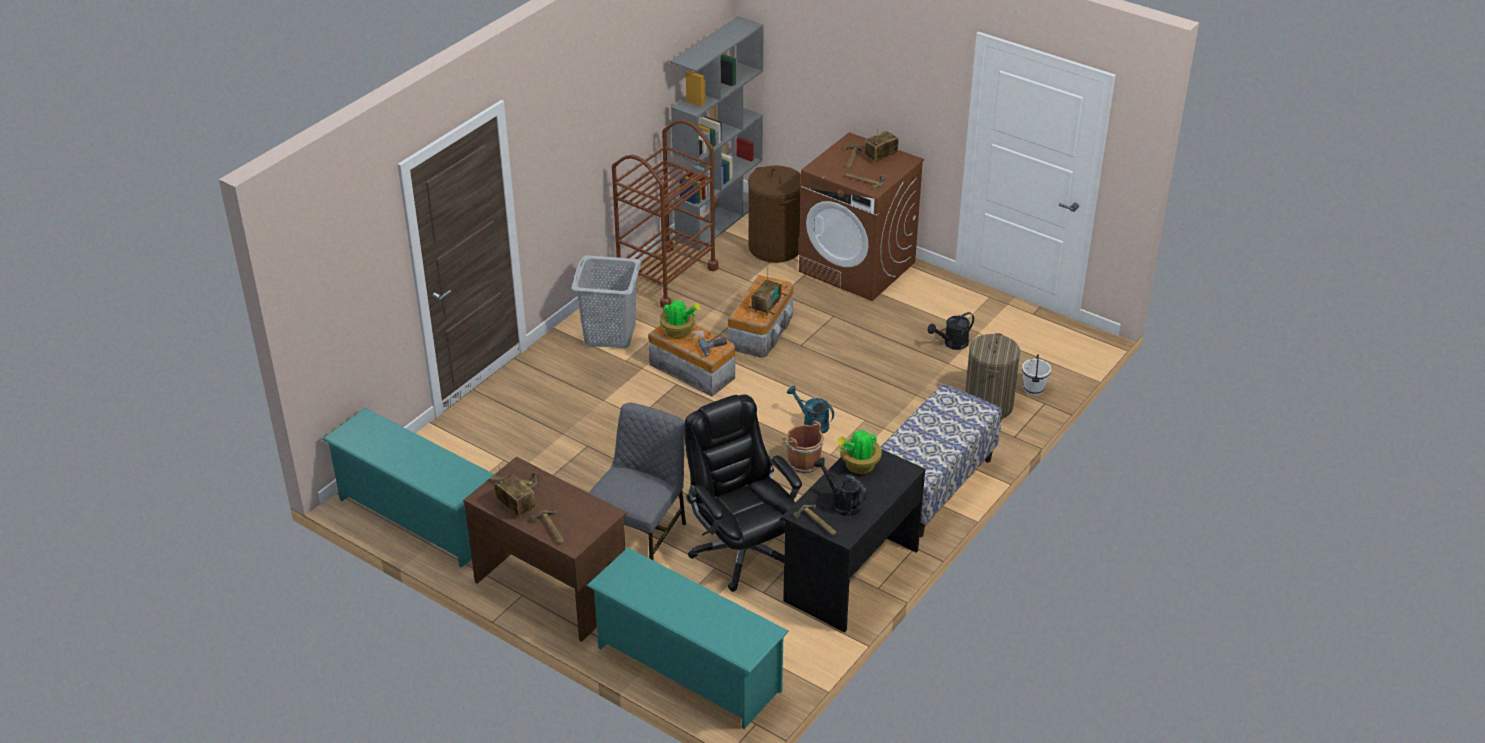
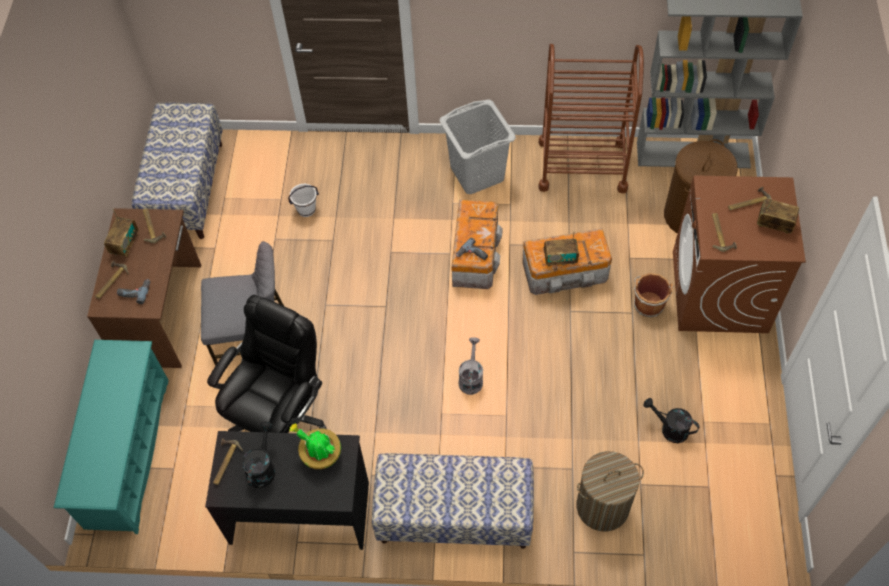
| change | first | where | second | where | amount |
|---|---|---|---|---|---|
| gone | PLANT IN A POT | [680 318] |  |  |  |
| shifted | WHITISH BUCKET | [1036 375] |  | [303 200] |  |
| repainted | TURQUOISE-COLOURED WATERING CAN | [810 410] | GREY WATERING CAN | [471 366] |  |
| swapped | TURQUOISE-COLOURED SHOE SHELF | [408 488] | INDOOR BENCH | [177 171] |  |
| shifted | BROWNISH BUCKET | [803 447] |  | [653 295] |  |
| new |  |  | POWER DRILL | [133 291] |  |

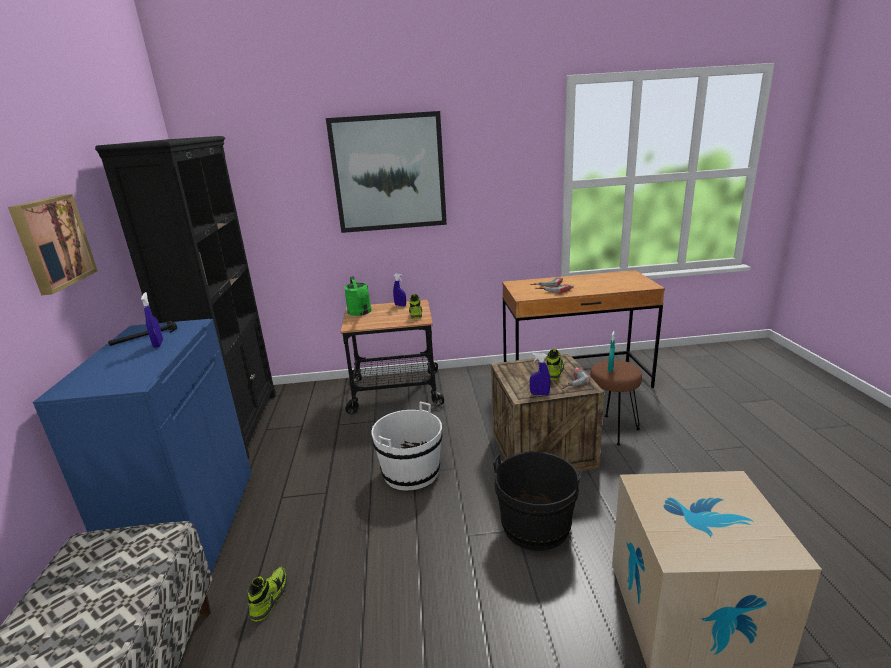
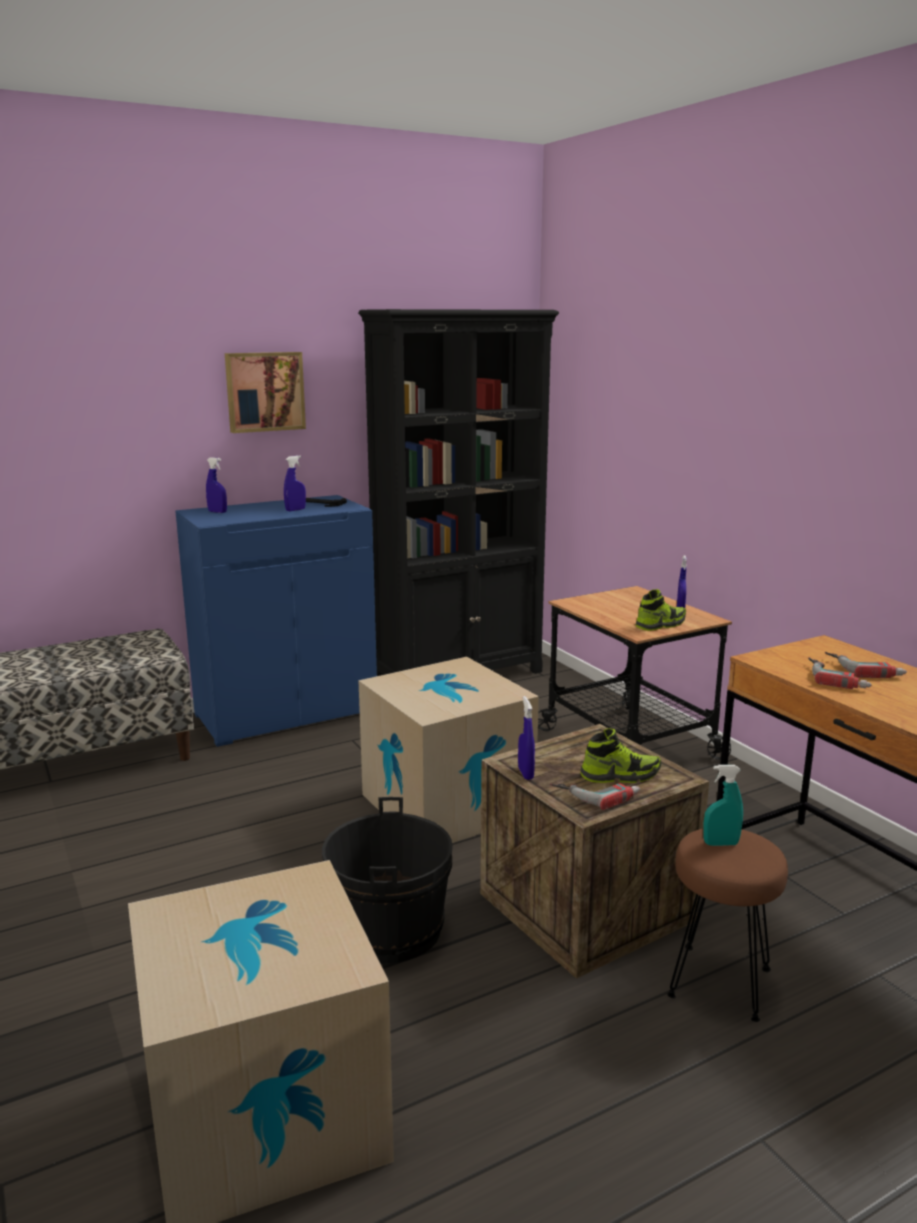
| change | first | where | second | where | amount |
|---|---|---|---|---|---|
| gone | WALL ART | [386 172] |  |  |  |
| gone | GREEN-COLOURED WATERING CAN | [358 296] |  |  |  |
| swapped | WHITISH BUCKET | [407 446] | PACKING BOX | [448 750] |  |
| gone | SHOE | [267 594] |  |  |  |
| new |  |  | BLUISH HAND SPRAYER | [216 485] |  |

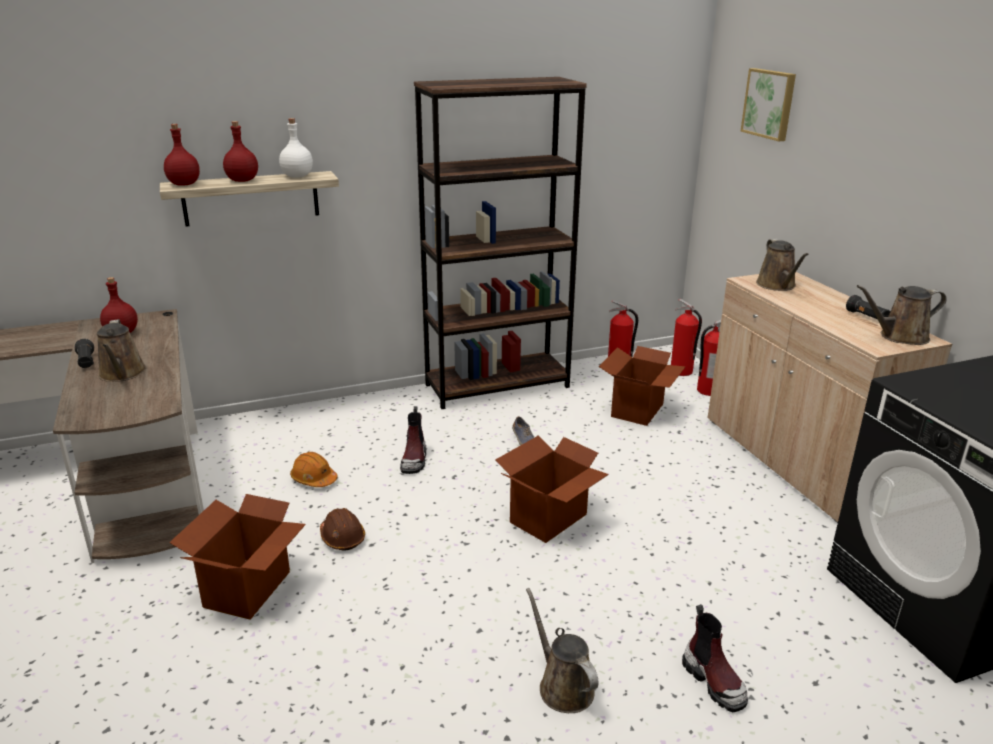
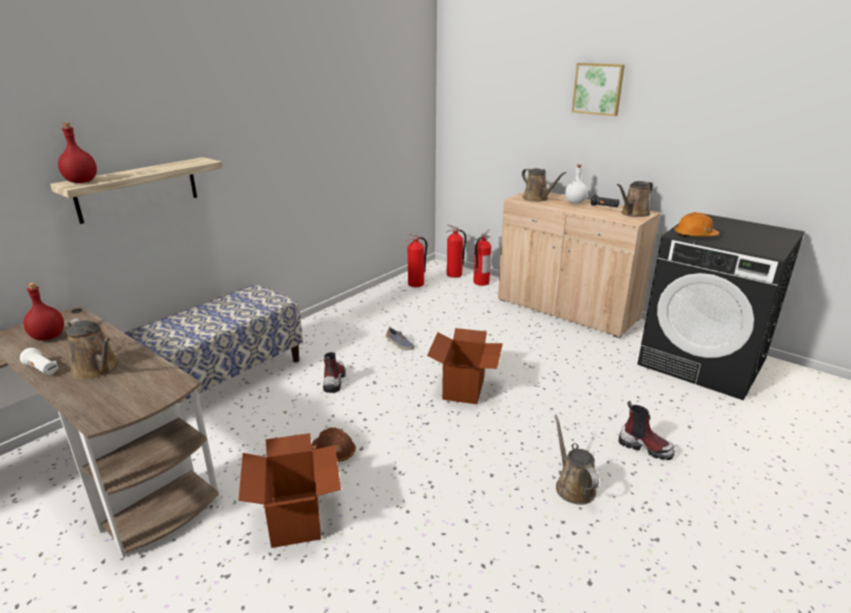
| change | first | where | second | where | amount |
|---|---|---|---|---|---|
| shifted | WALL ART | [768 104] |  | [598 89] |  |
| gone | BROWNISH BOOKSHELF | [500 243] |  |  |  |
| shifted | WHITISH BEVERAGE BOTTLE | [296 148] |  | [576 184] |  |
| gone | REDDISH BEVERAGE BOTTLE | [240 151] |  |  |  |
| repainted | BLACK FLASHLIGHT | [84 353] | WHITISH FLASHLIGHT | [39 361] |  |
| gone | PACKING BOX | [642 386] |  |  |  |
| rotated | HIGH-TOP BOOT | [413 440] |  | [334 372] | 150 degrees counterclockwise |
| shifted | ORANGE-COLOURED WORK HELMET | [314 469] |  | [696 224] |  |
| rotated | BROWNISH WATERING CAN | [562 650] |  | [576 460] | 45 degrees clockwise |
| new |  |  | INDOOR BENCH | [214 343] |  |

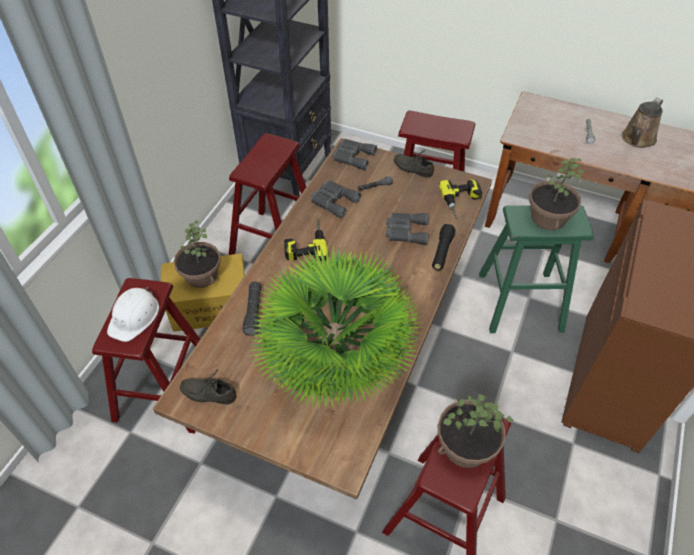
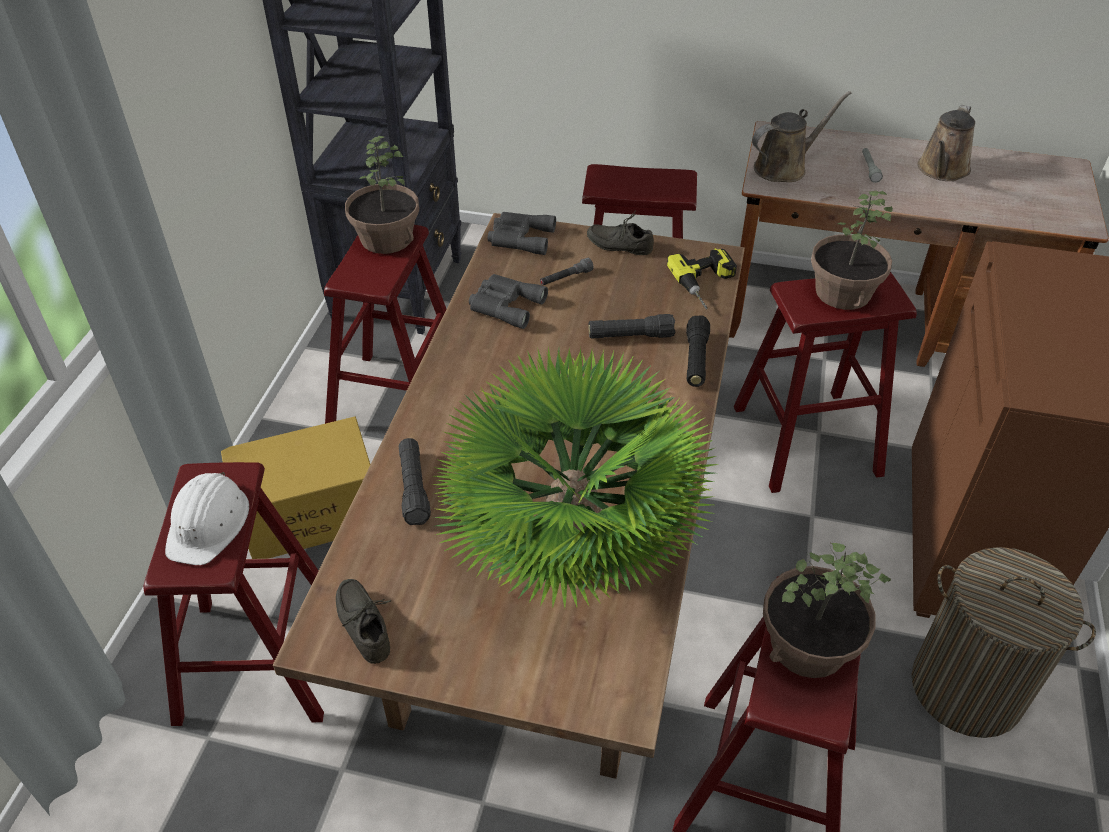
| change | first | where | second | where | amount |
|---|---|---|---|---|---|
| repainted | GREEN-COLOURED STOOL SEAT | [536 269] | REDDISH STOOL SEAT | [825 382] |  |
| swapped | GREY PAIR OF BINOCULARS | [407 229] | BLACK FLASHLIGHT | [632 326] |  |
| gone | POWER DRILL | [305 239] |  |  |  |
| shifted | PLANT IN A POT | [197 254] |  | [382 195] |  |
| rotated | GREY SHOE | [208 386] |  | [363 621] | 60 degrees clockwise |
| new |  |  | BROWNISH WATERING CAN | [801 136] |  |
| new |  |  | LAUNDRY BASKET | [1003 642] |  |

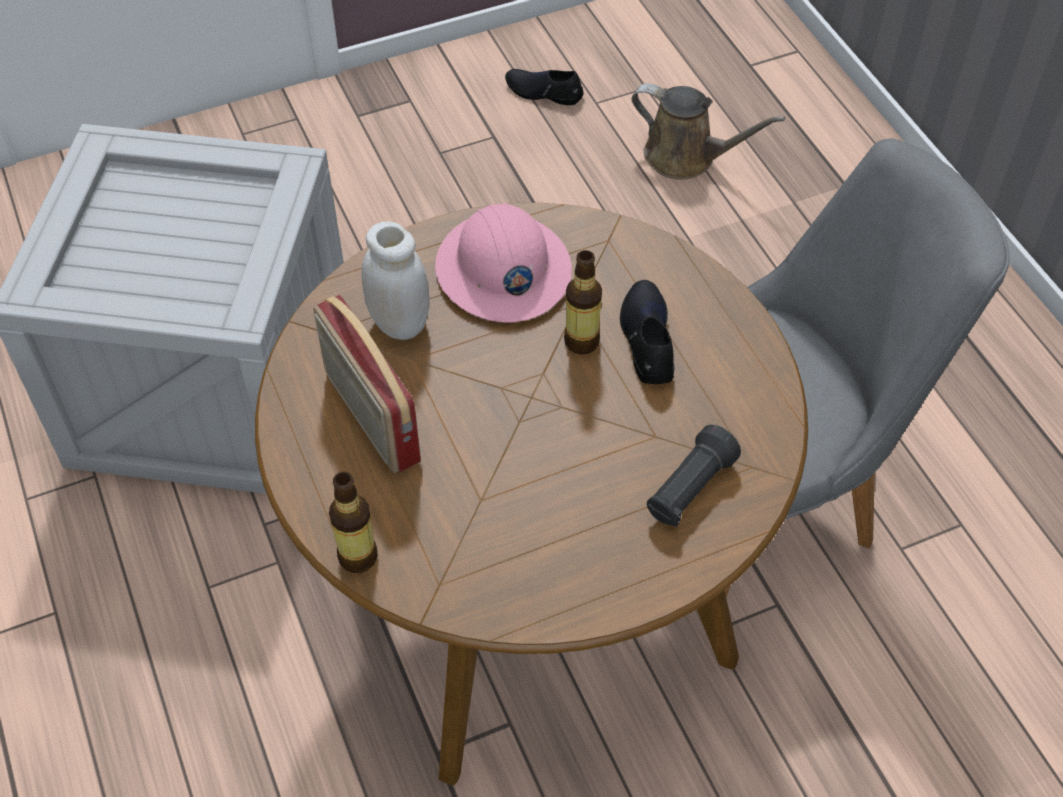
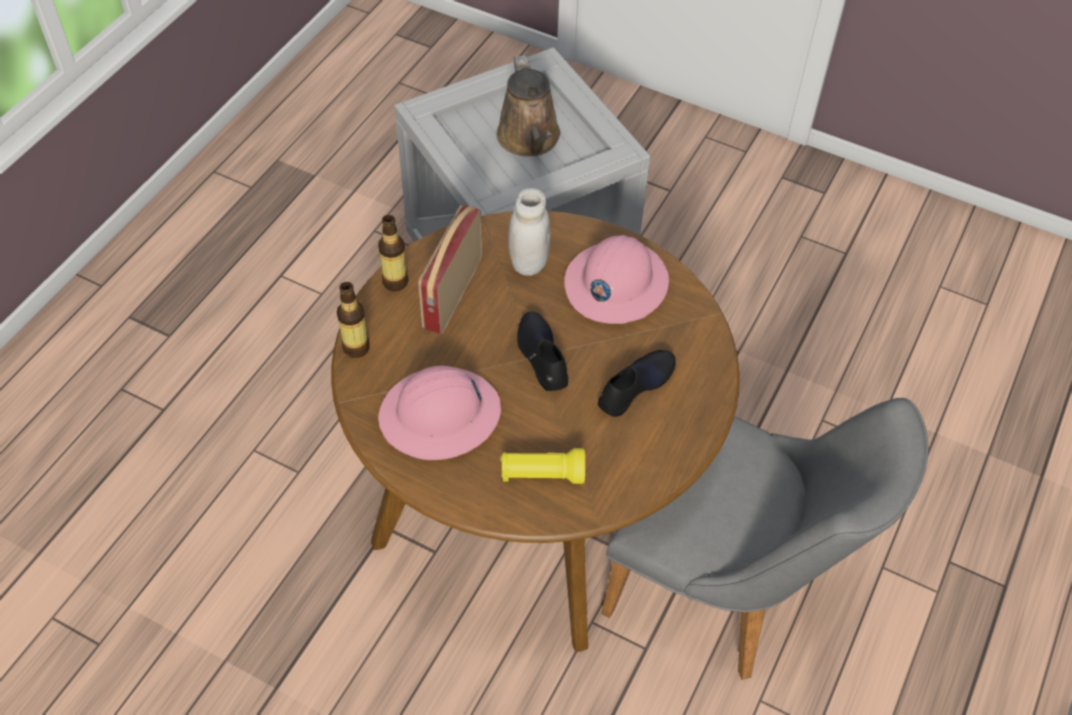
| change | first | where | second | where | amount |
|---|---|---|---|---|---|
| shifted | BLACK SHOE | [544 87] |  | [542 351] |  |
| shifted | BROWNISH WATERING CAN | [708 131] |  | [528 105] |  |
| shifted | BEVERAGE BOTTLE | [583 302] |  | [393 253] |  |
| repainted | BLACK FLASHLIGHT | [694 476] | YELLOWISH FLASHLIGHT | [543 466] |  |
| new |  |  | PINKISH WORK HELMET | [439 413] |  |

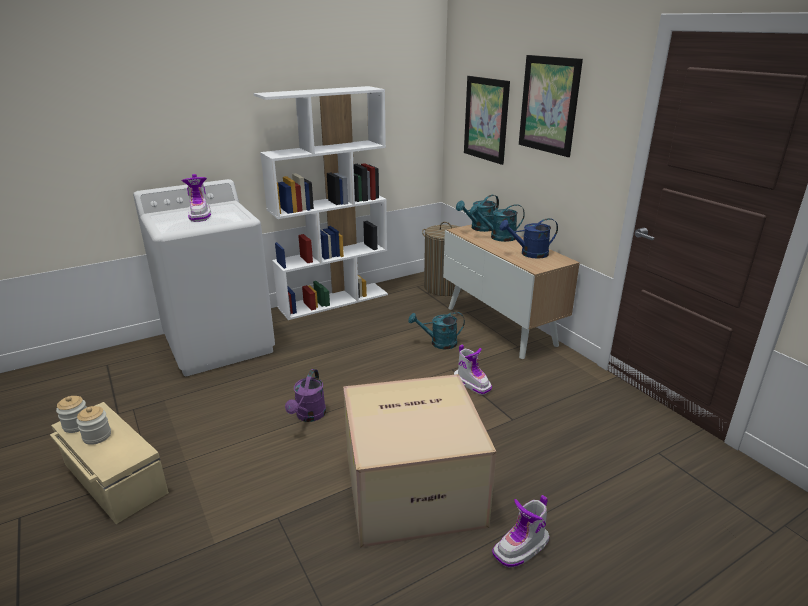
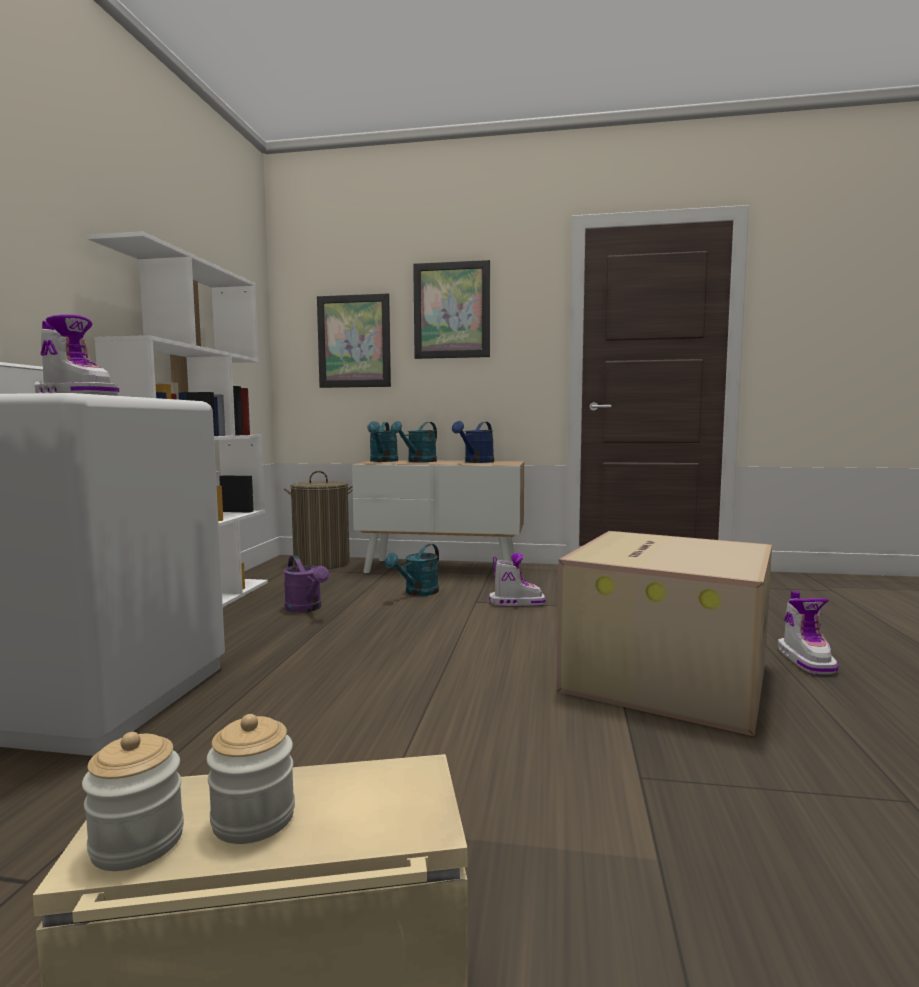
| change | first | where | second | where | amount |
|---|---|---|---|---|---|
| shifted | PURPLISH WATERING CAN | [305 395] |  | [306 584] |  |

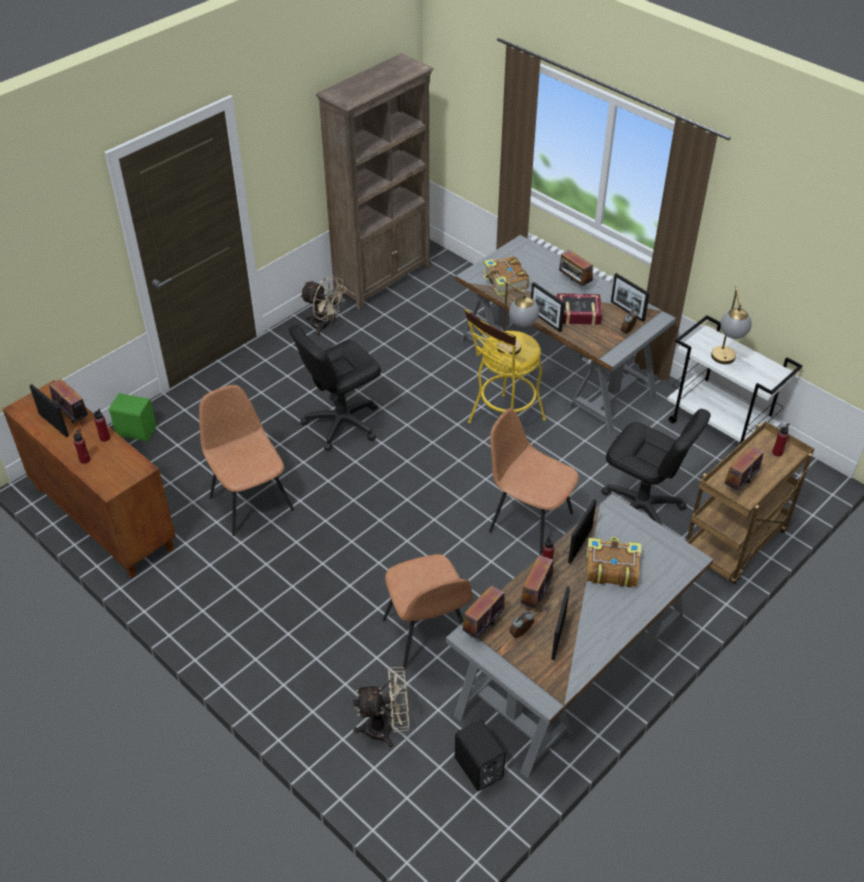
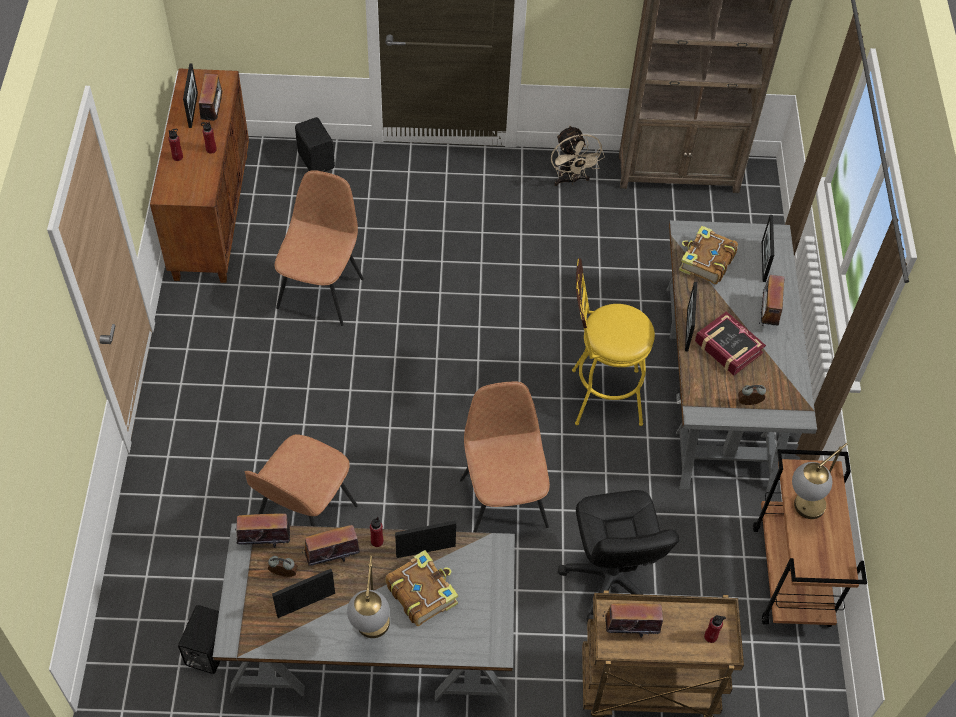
| change | first | where | second | where | amount |
|---|---|---|---|---|---|
| shifted | STANDING FRAME | [630 297] |  | [768 248] |  |
| shifted | TABLETOP LAMP | [518 317] |  | [368 597] |  |
| repainted | WHITISH WHEELED CART | [735 380] | BROWNISH WHEELED CART | [810 538] |  |
| gone | BLACK DESK CHAIR | [334 388] |  |  |  |
| repainted | GREEN-COLOURED SPEAKER | [132 417] | BLACK SPEAKER | [315 144] |  |
| gone | BEIGE-COLOURED ELECTRIC FAN | [381 707] |  |  |  |

